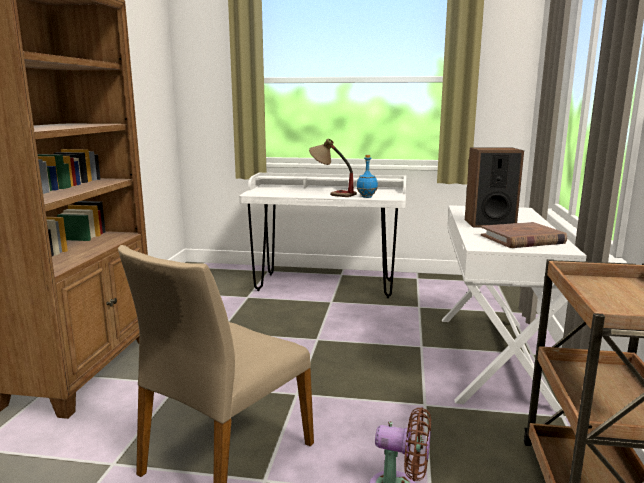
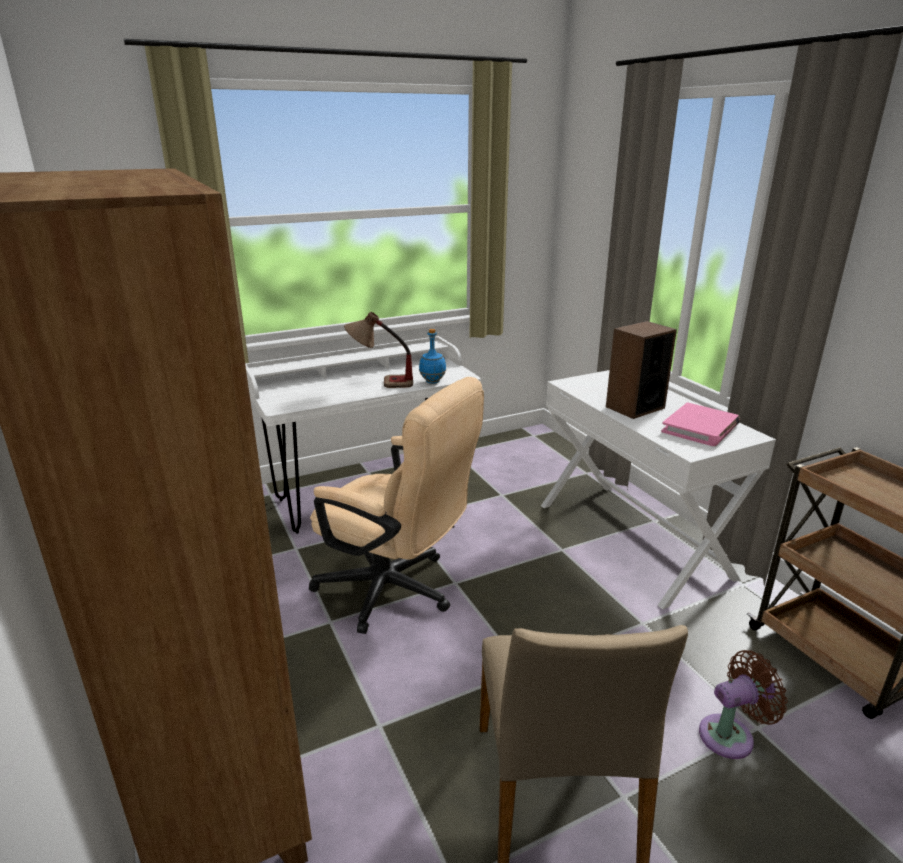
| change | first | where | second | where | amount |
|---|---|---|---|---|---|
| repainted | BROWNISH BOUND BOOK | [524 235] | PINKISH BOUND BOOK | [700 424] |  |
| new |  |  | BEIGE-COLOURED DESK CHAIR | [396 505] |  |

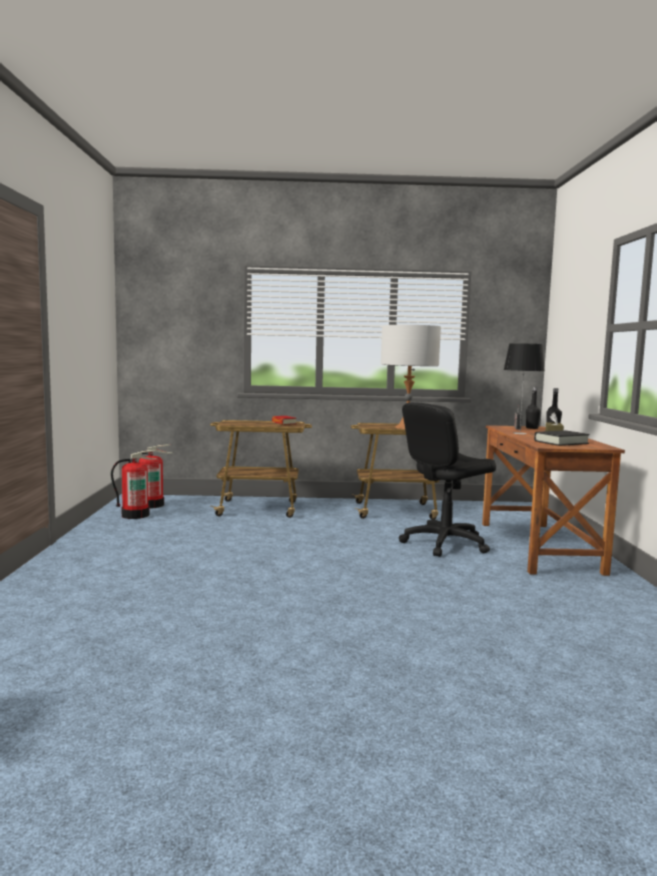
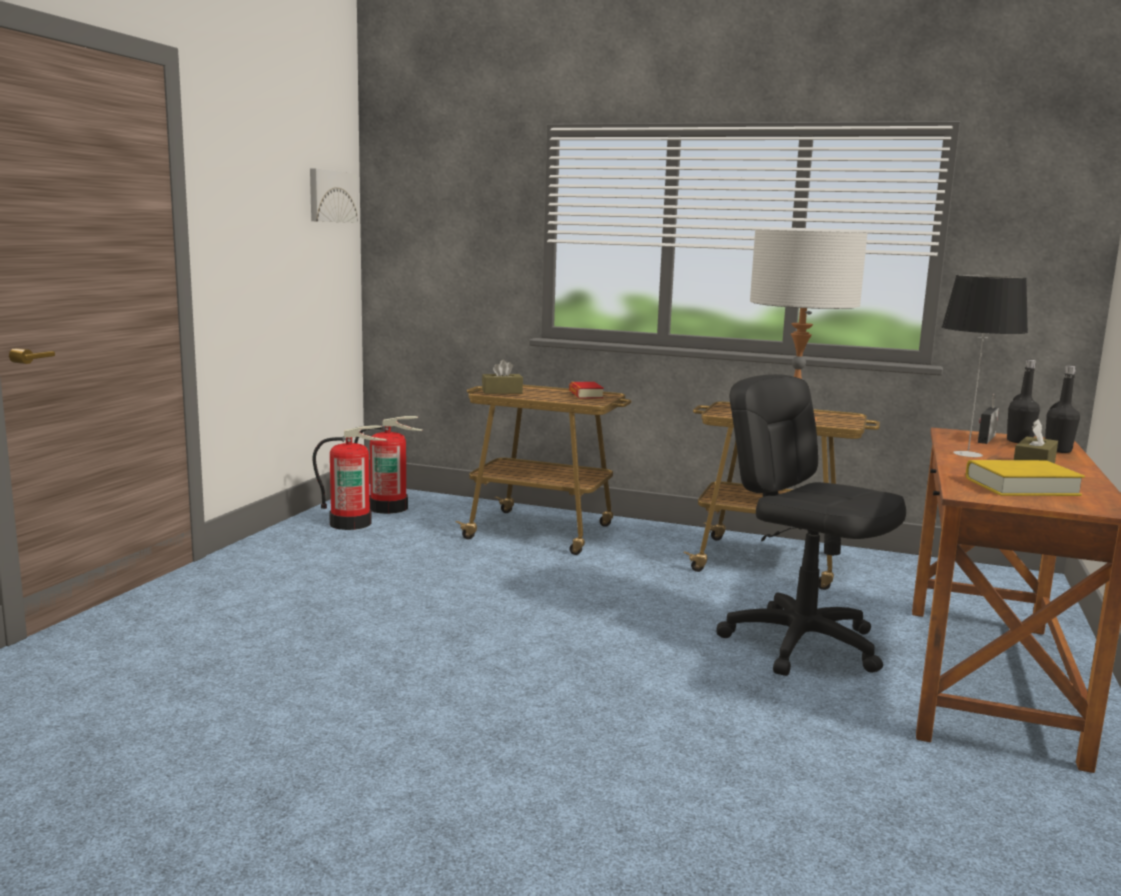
| change | first | where | second | where | amount |
|---|---|---|---|---|---|
| rotated | BLACK DESK CHAIR | [447 479] |  | [811 525] | 60 degrees clockwise |
| repainted | BLACK BOUND BOOK | [562 438] | YELLOWISH BOUND BOOK | [1025 478] |  |
| new |  |  | WALL ART | [334 195] |  |
| new |  |  | BROWNISH TISSUE HOLDER | [502 377] |  |

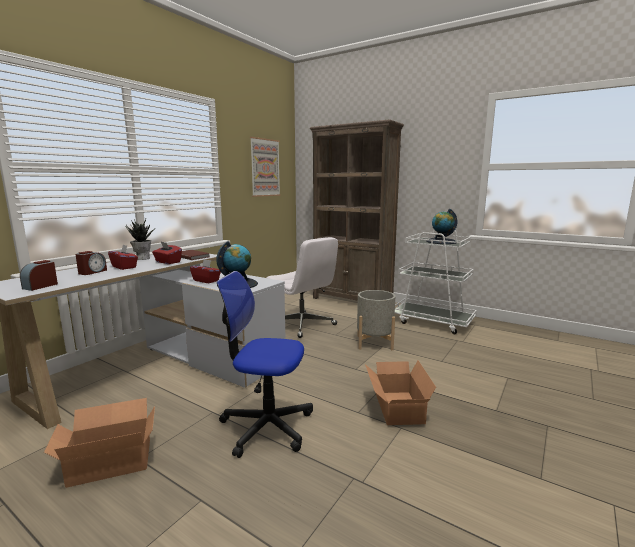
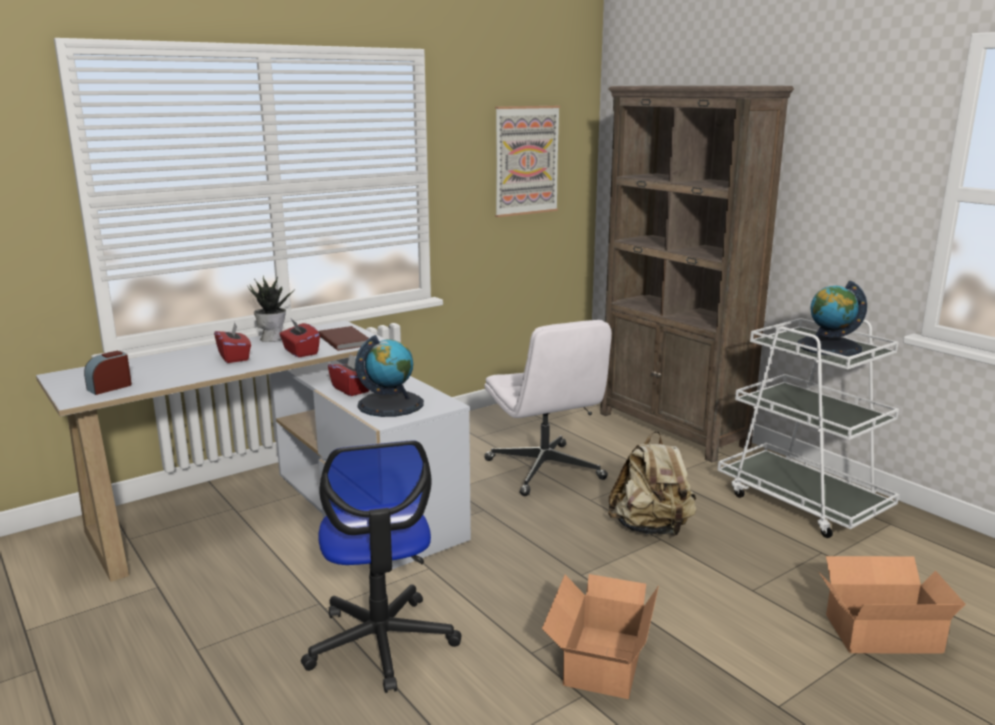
| change | first | where | second | where | amount |
|---|---|---|---|---|---|
| gone | TABLE CLOCK | [91 263] |  |  |  |
| rotated | DESK CHAIR | [265 364] |  | [381 566] | 135 degrees counterclockwise |
| swapped | GREY PLANT POT | [376 320] | BEIGE-COLOURED KNAPSACK | [652 483] |  |
| shifted | PACKING BOX | [99 443] |  | [892 605] |  |

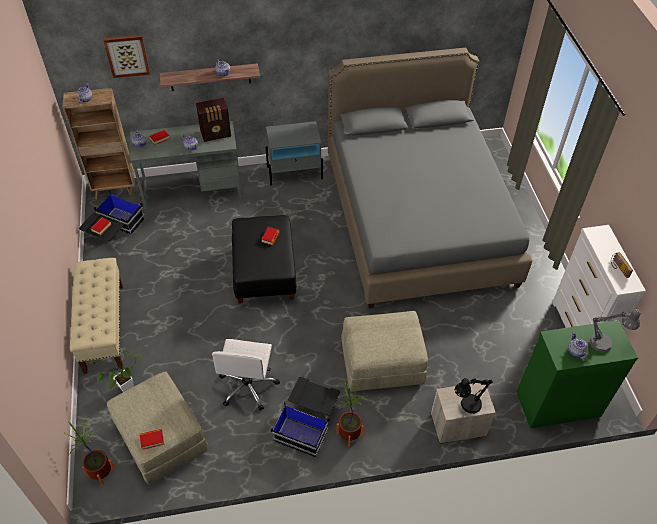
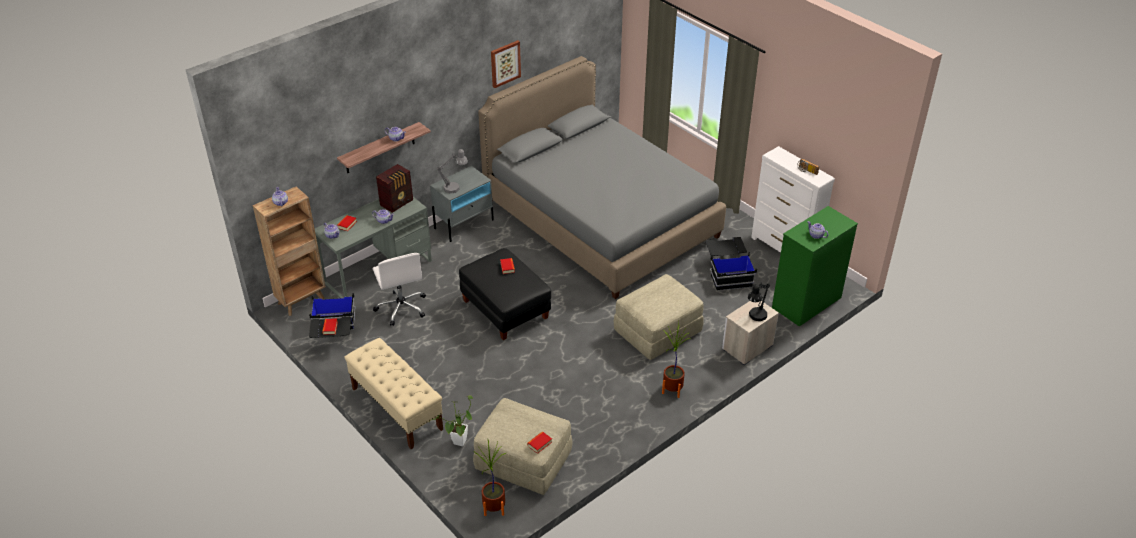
| change | first | where | second | where | amount |
|---|---|---|---|---|---|
| shifted | WALL ART | [126 56] |  | [506 64] |  |
| shifted | GREY TABLETOP LAMP | [615 330] |  | [452 171] |  |
| shifted | WHITISH DESK CHAIR | [246 375] |  | [399 289] |  |
| shifted | BLACK STORAGE BIN | [305 417] |  | [731 264] |  |

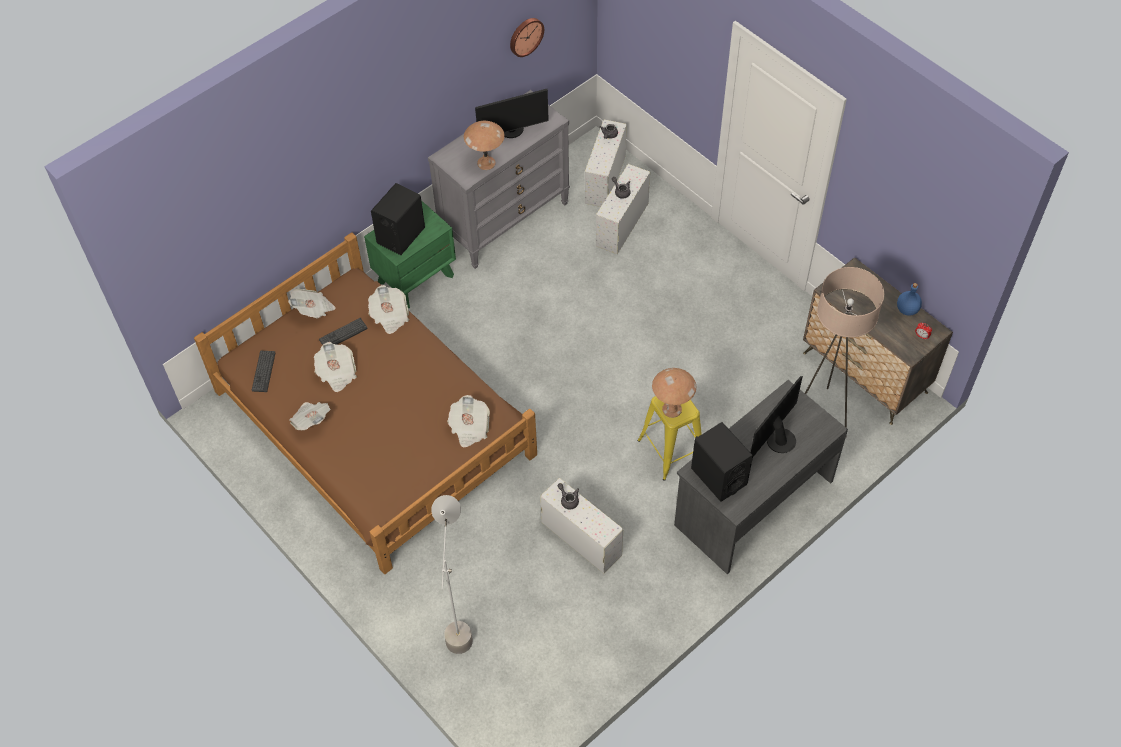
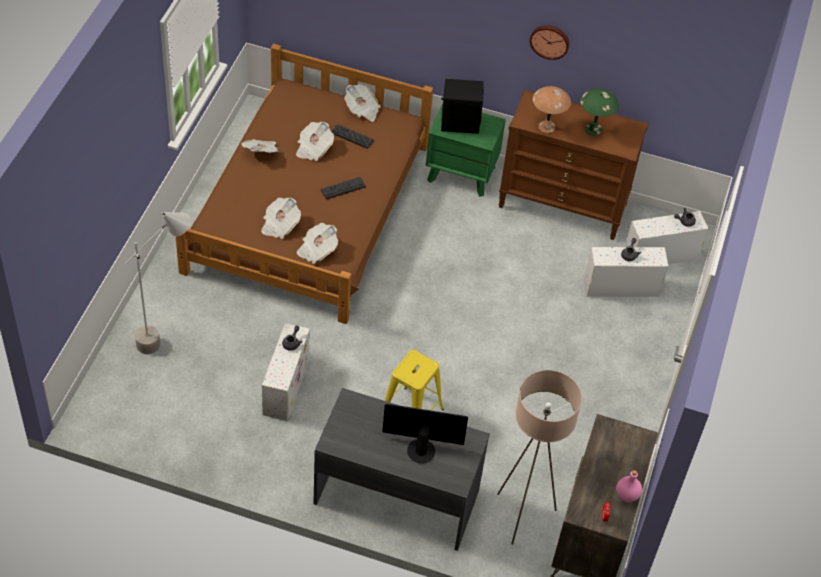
| change | first | where | second | where | amount |
|---|---|---|---|---|---|
| shifted | HANGING CLOCK | [527 37] |  | [549 42] |  |
| swapped | MONITOR | [512 113] | GREEN-COLOURED TABLETOP LAMP | [599 112] |  |
| repainted | GREY DRESSER | [499 179] | BROWNISH DRESSER | [573 164] |  |
| repainted | BLUISH BEVERAGE BOTTLE | [909 299] | PINKISH BEVERAGE BOTTLE | [629 486] |  |
| shifted | NEWSPAPER | [388 309] |  | [281 218] |  |
| shifted | PC KEYBOARD | [263 371] |  | [343 188] |  |
| gone | BROWNISH TABLETOP LAMP | [674 393] |  |  |  |
| gone | BLACK SPEAKER | [722 462] |  |  |  |

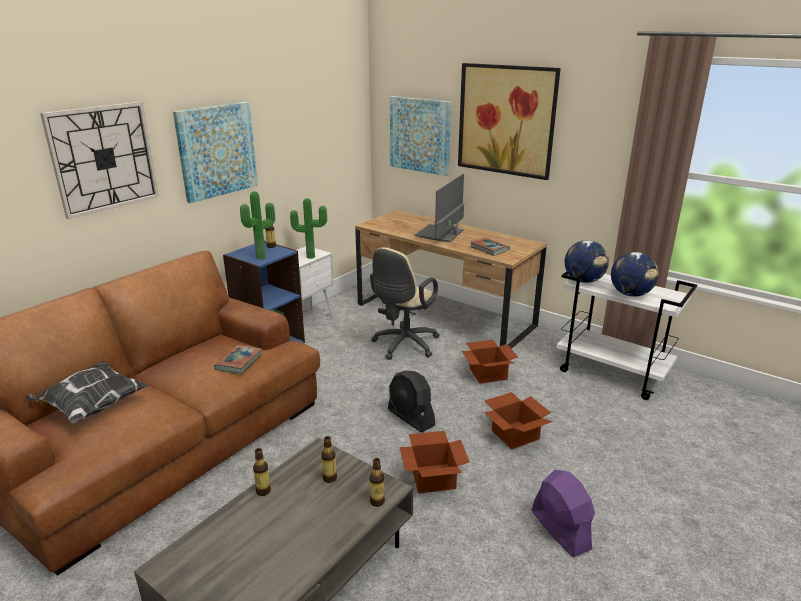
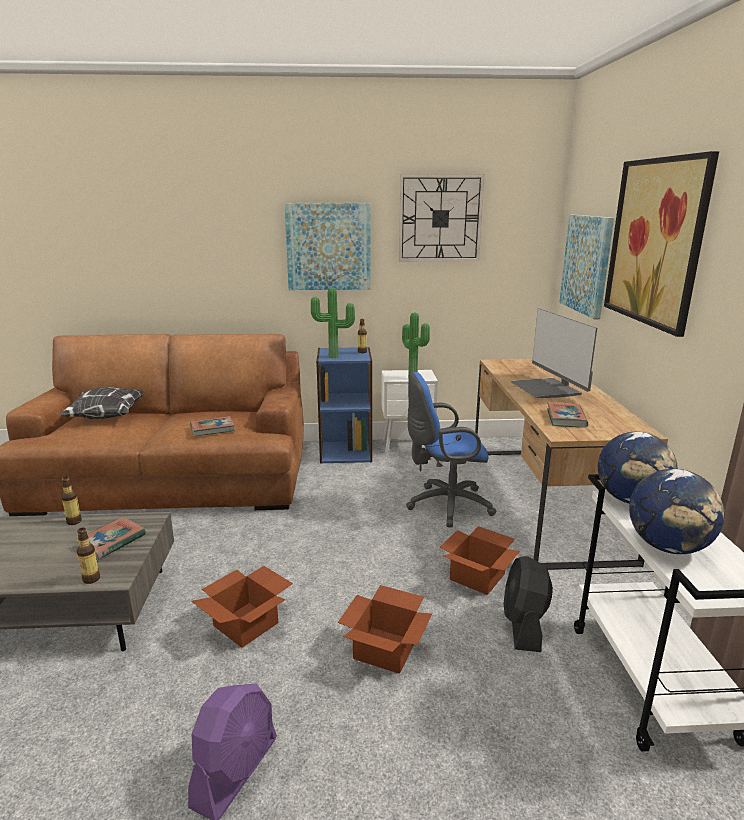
| change | first | where | second | where | amount |
|---|---|---|---|---|---|
| shifted | HANGING CLOCK | [99 160] |  | [442 218] |  |
| rotated | MONITOR | [439 208] |  | [553 353] | 90 degrees counterclockwise |
| repainted | BEIGE-COLOURED DESK CHAIR | [405 303] | BLUISH DESK CHAIR | [451 449] |  |
| shifted | BLACK ELECTRIC FAN | [411 402] |  | [528 604] |  |
| swapped | BEVERAGE BOTTLE | [329 459] | BOUND BOOK | [110 538] |  |

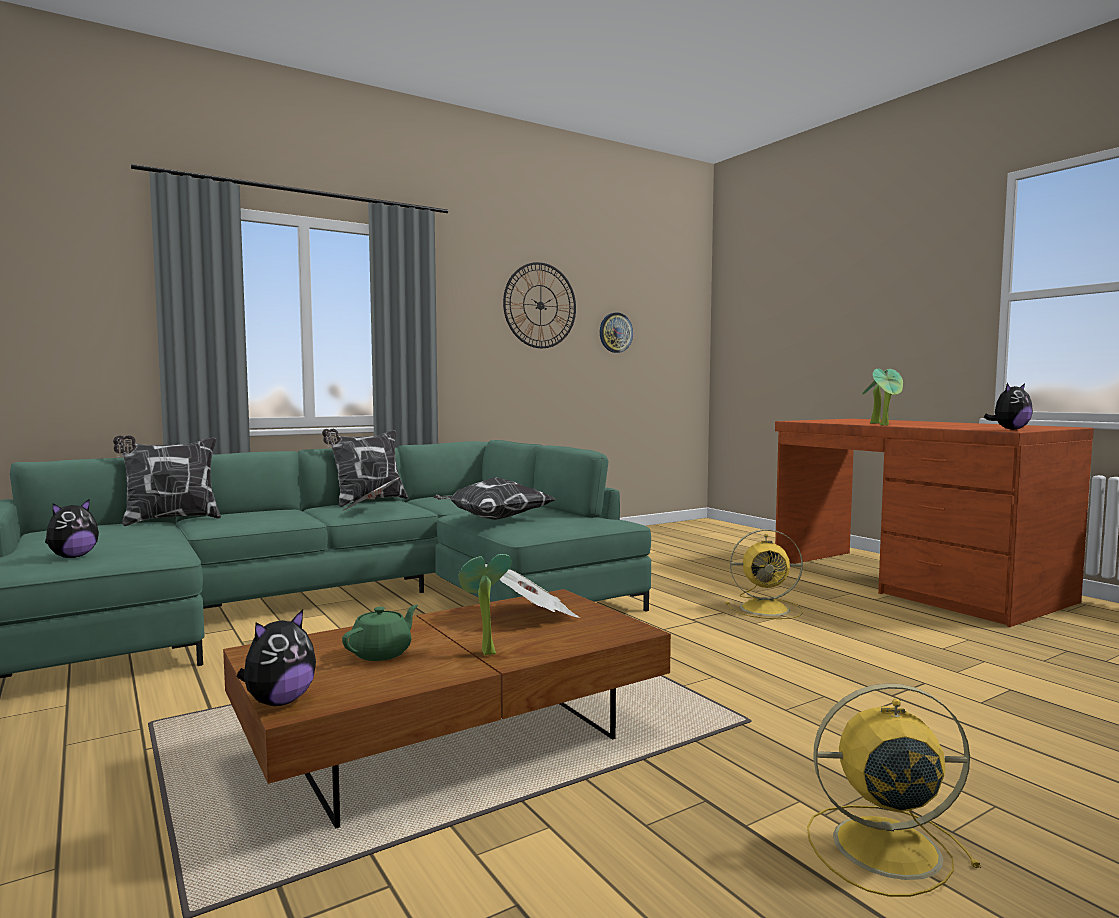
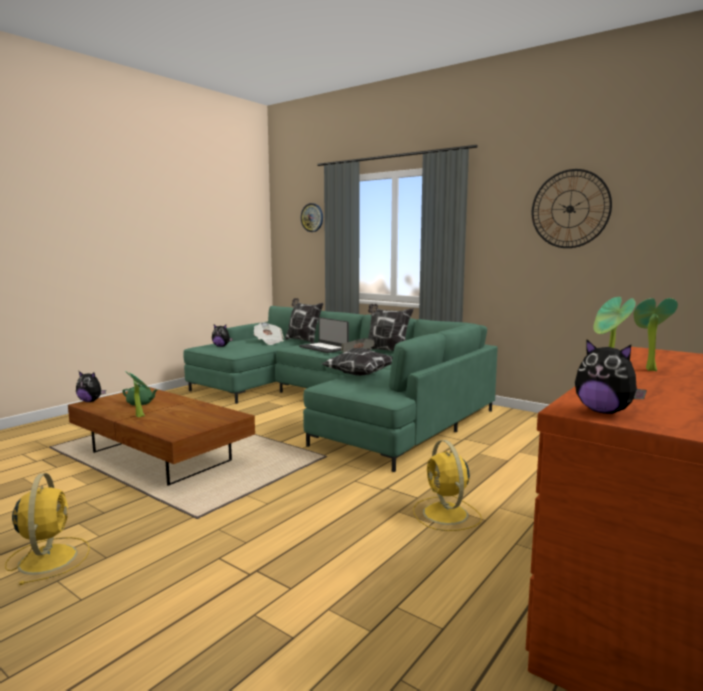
| change | first | where | second | where | amount |
|---|---|---|---|---|---|
| shifted | HANGING CLOCK | [616 332] |  | [312 217] |  |
| shifted | NEWSPAPER | [533 591] |  | [269 333] |  |
| new |  |  | NOTEBOOK COMPUTER | [324 335] |  |

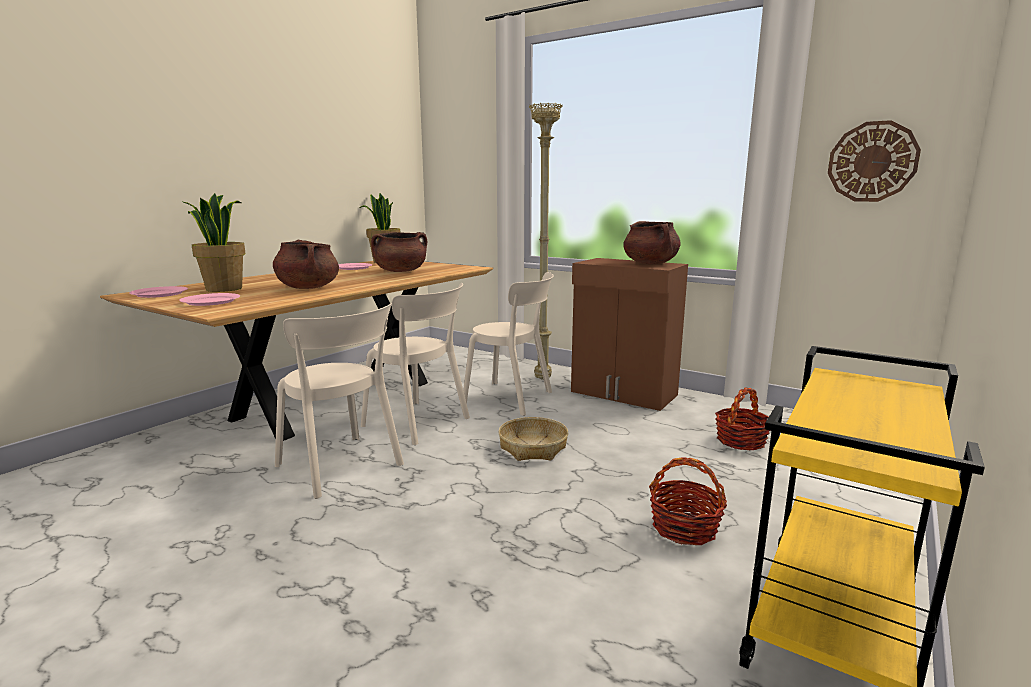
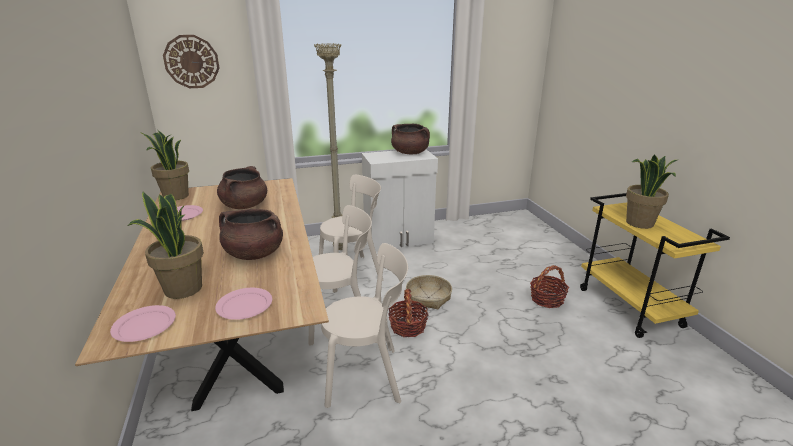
| change | first | where | second | where | amount |
|---|---|---|---|---|---|
| shifted | HANGING CLOCK | [874 161] |  | [191 61] |  |
| repainted | BROWNISH STORAGE CABINET | [629 334] | WHITISH STORAGE CABINET | [400 200] |  |
| shifted | BASKET | [742 418] |  | [408 313] |  |
| new |  |  | PLANT IN A POT | [651 191] |  |

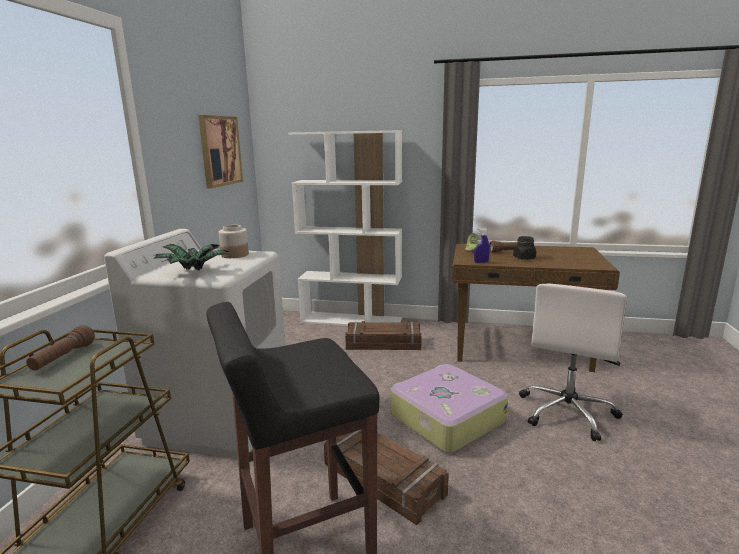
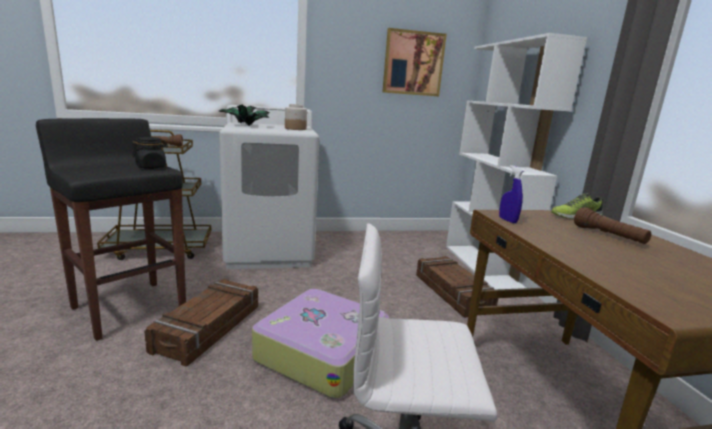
| change | first | where | second | where | amount |
|---|---|---|---|---|---|
| shifted | BLACK JAR | [524 248] |  | [150 153] |  |

